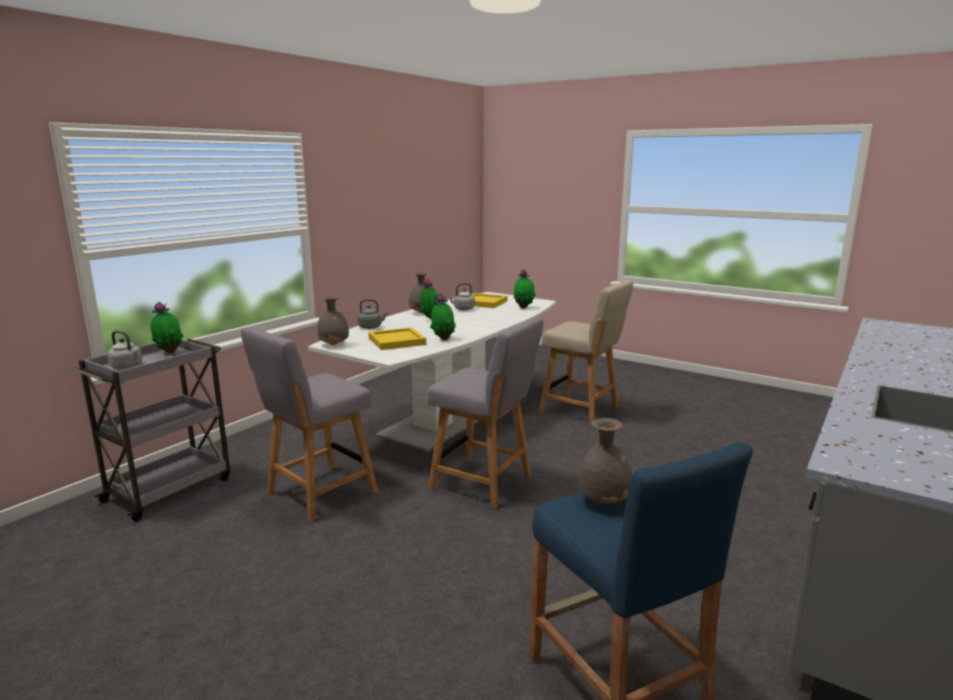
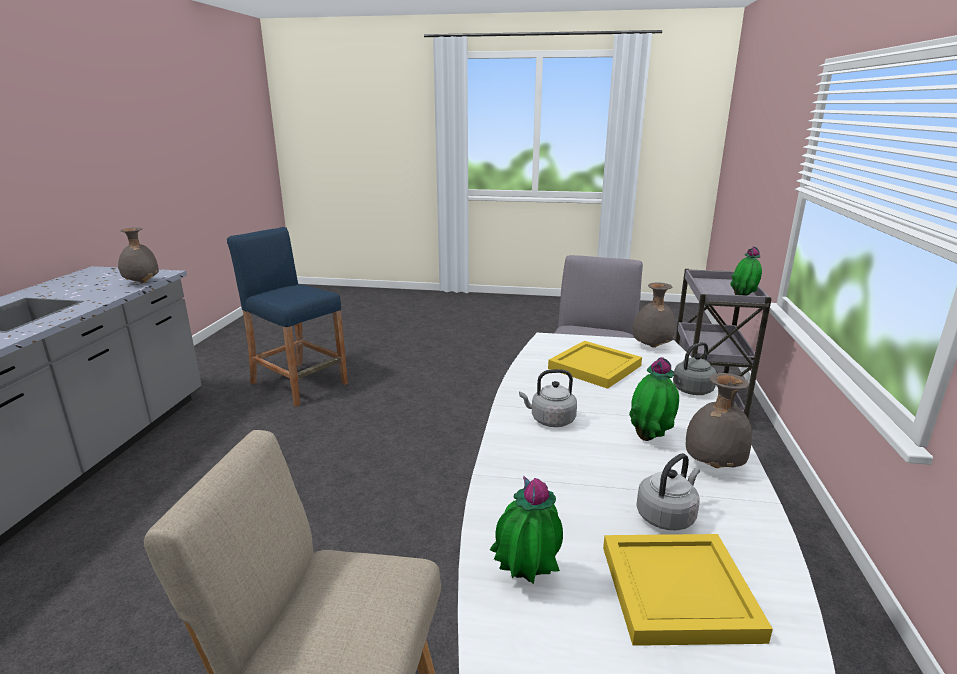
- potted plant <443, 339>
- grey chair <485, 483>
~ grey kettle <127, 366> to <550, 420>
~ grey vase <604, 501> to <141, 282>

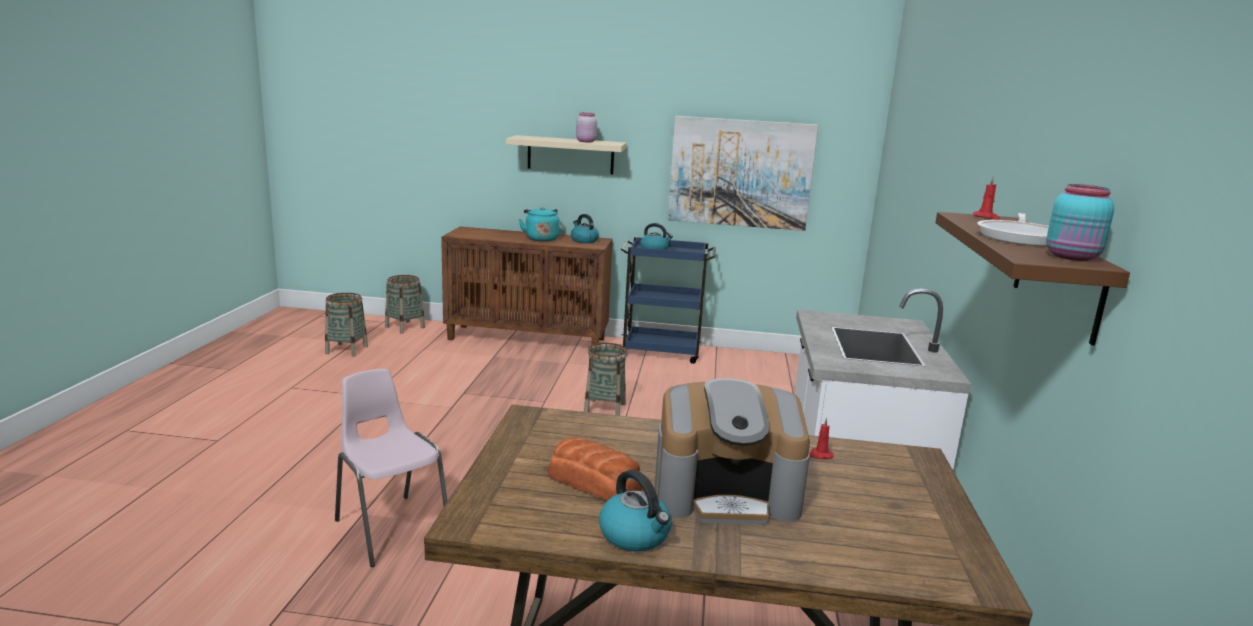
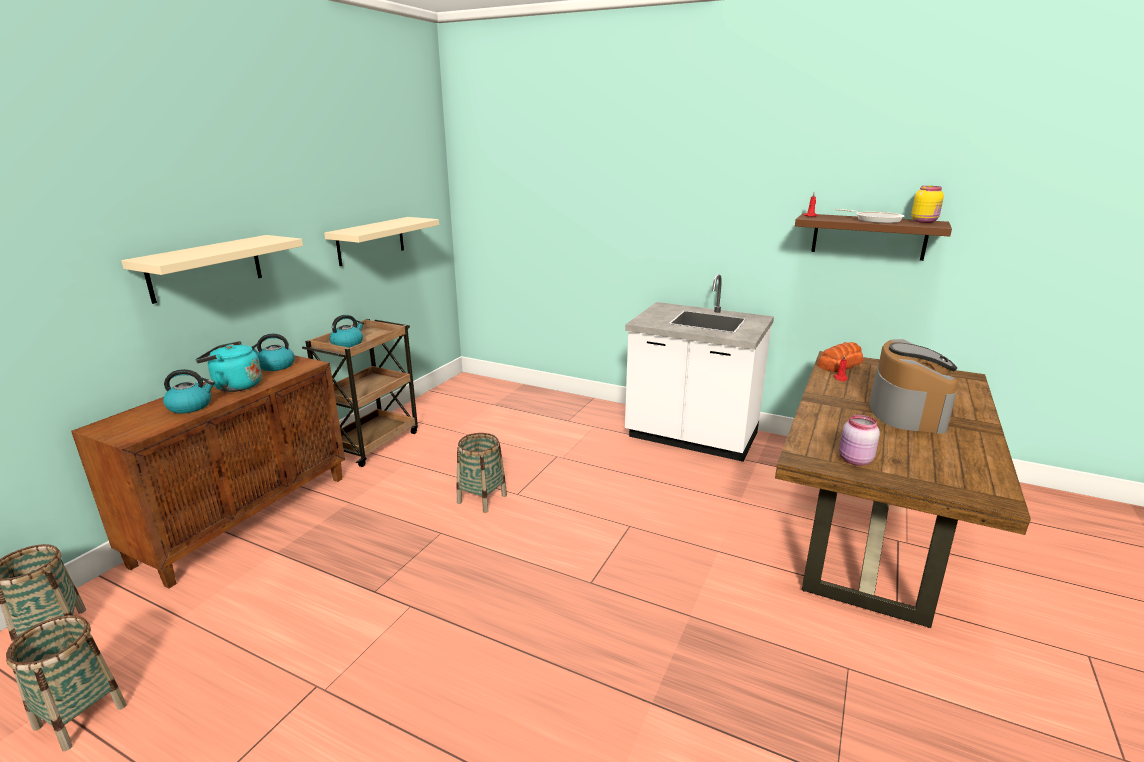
~ pink jar <585, 141> to <854, 460>
~ picture <740, 173> to beige shelf <371, 240>
~ turquoise jar <1073, 257> to yellow jar <924, 221>
~ blue cart <661, 352> to brown cart <373, 442>
- pink chair <391, 528>
~ bread <594, 482> to <839, 364>
~ kettle <635, 535> to <191, 406>

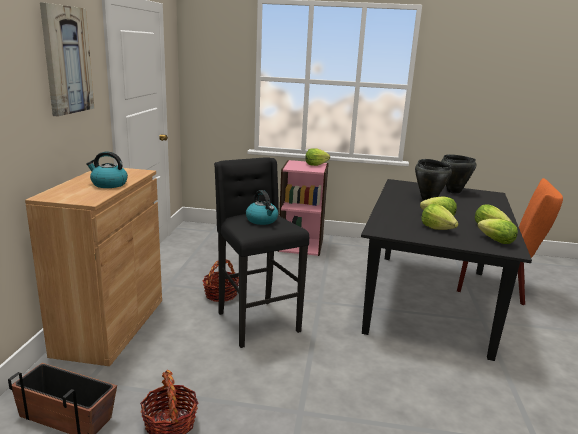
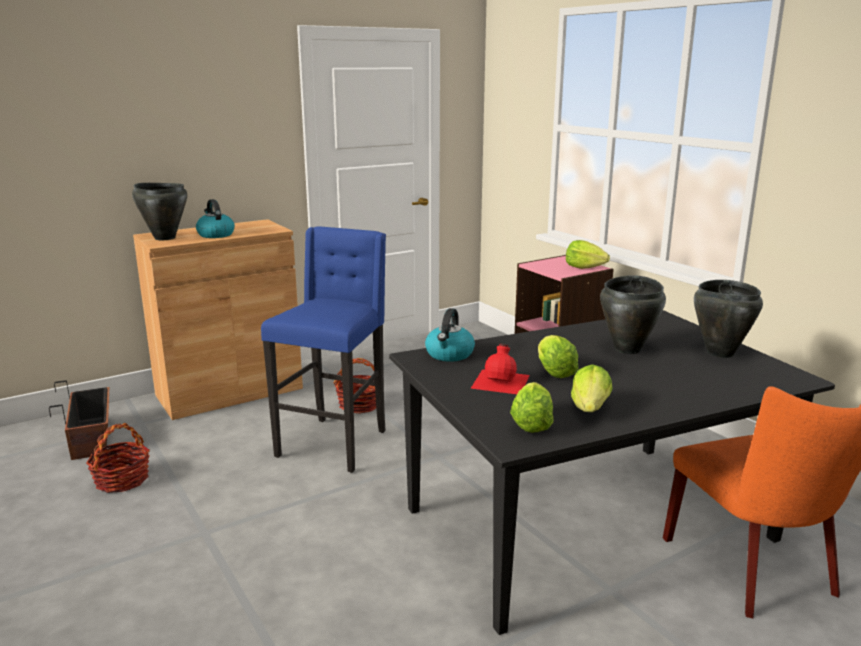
- picture <66, 60>
~ black stool <256, 322> to blue stool <334, 443>
~ kettle <262, 220> to <449, 354>
~ lettuce <437, 228> to red bottle <501, 381>
+ black cooking pot <164, 238>

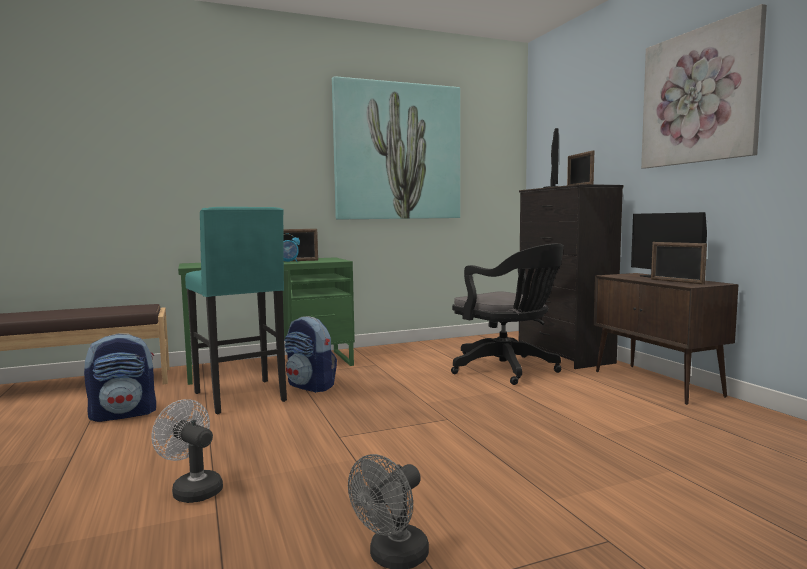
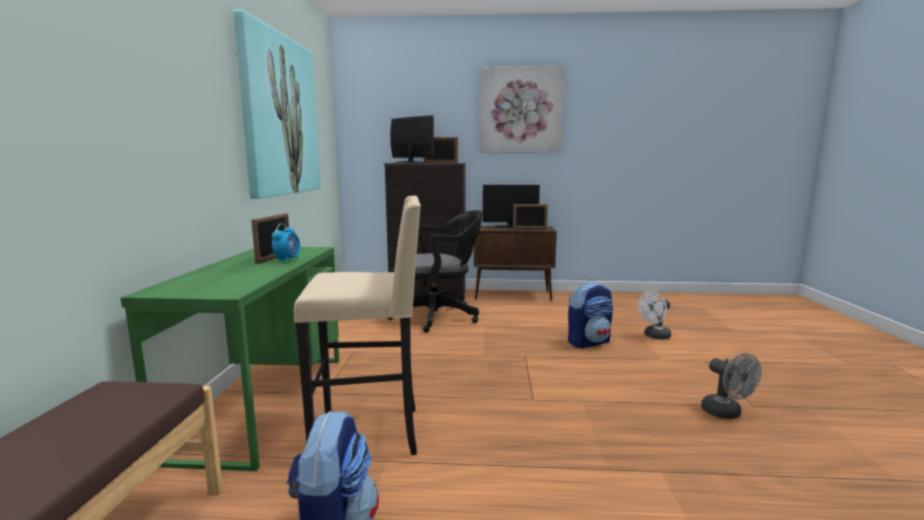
~ turquoise stool <242, 397> to beige stool <370, 433>
~ backpack <311, 386> to <589, 342>
~ white fan <192, 489> to <654, 336>

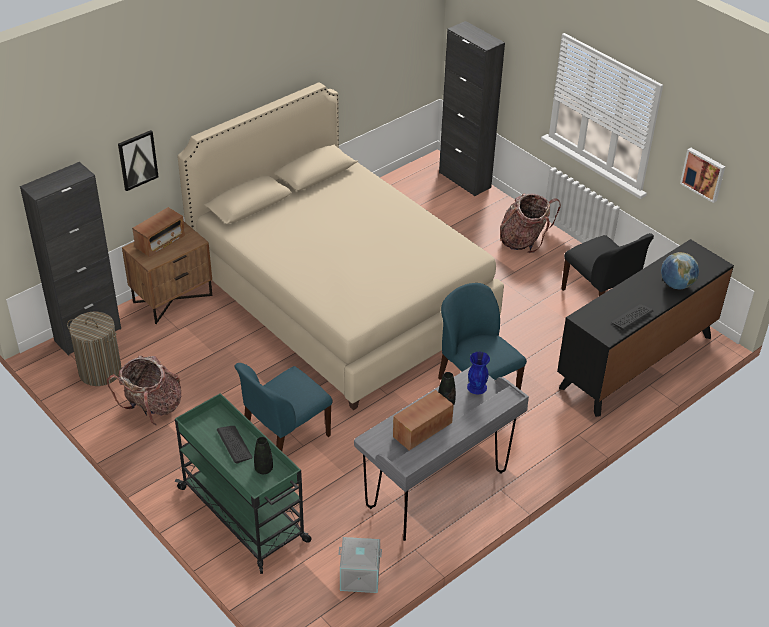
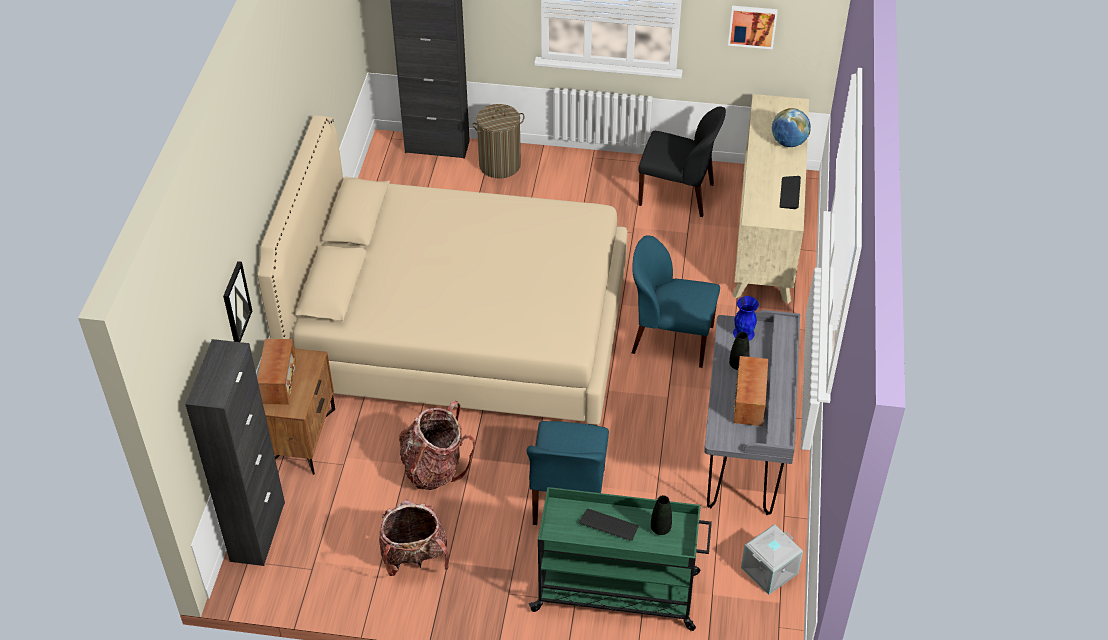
~ backpack <524, 241> to <434, 468>
~ black dresser <636, 362> to beige dresser <766, 235>
~ laundry basket <100, 371> to <499, 165>

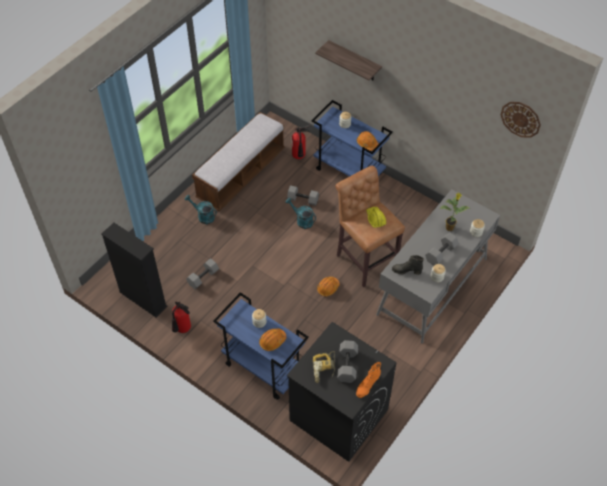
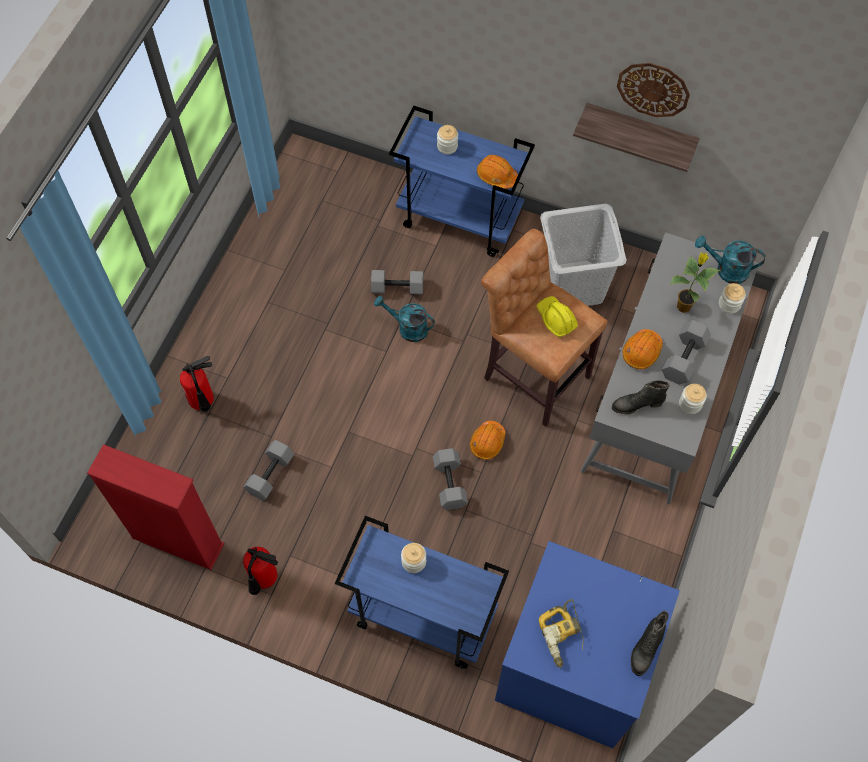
~ shelf <354, 61> to <639, 133>
~ wall clock <520, 119> to <653, 89>
- bench <241, 174>
~ fire extinguisher <299, 157> to <204, 403>
~ turquoise watering can <203, 216> to <726, 269>
~ black bookcase <143, 299> to red bookcase <177, 541>
~ black washing machine <338, 415> to blue washing machine <571, 669>
~ orange hard hat <272, 341> to <641, 352>
~ grey dumbbell <348, 366> to <450, 484>
~ orange boot <367, 386> to black boot <645, 648>
+ grey laundry basket <574, 285>

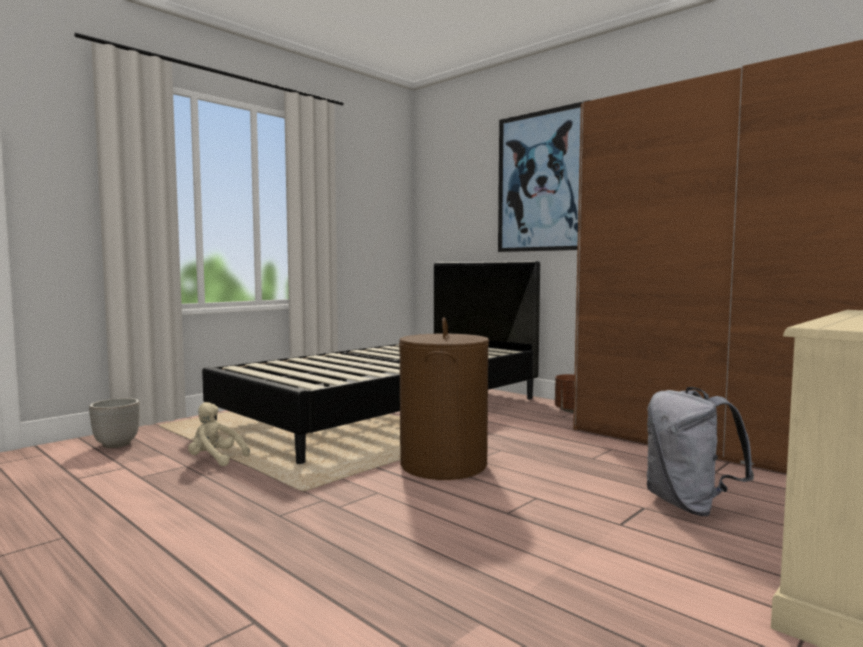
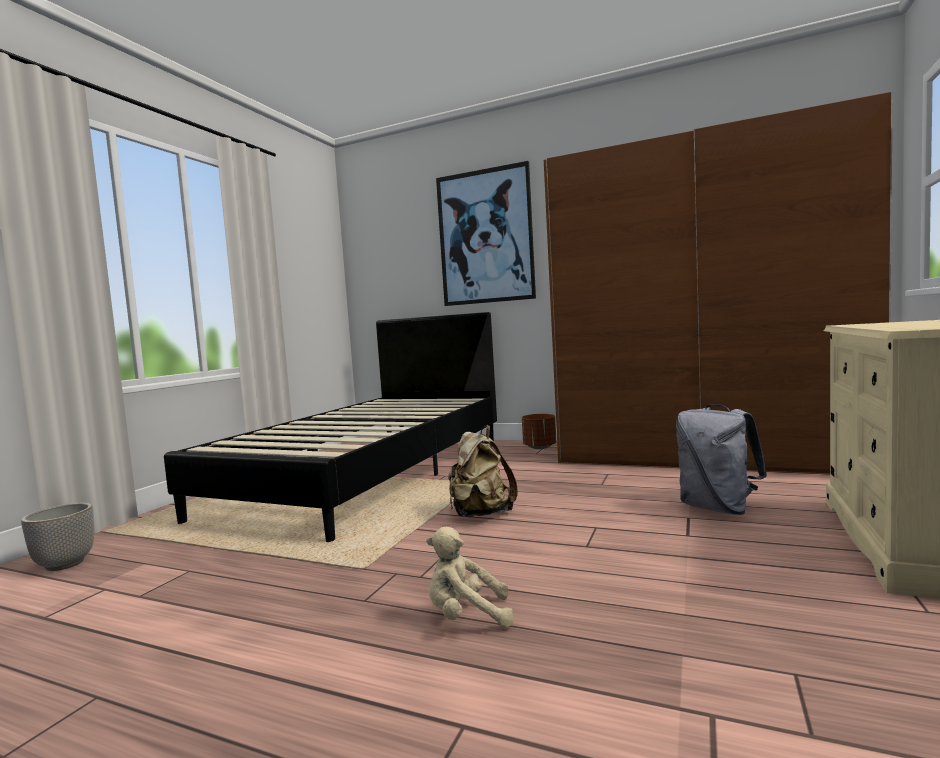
~ brown laundry basket <444, 465> to beige backpack <480, 514>
~ beige plush toy <215, 460> to <466, 616>

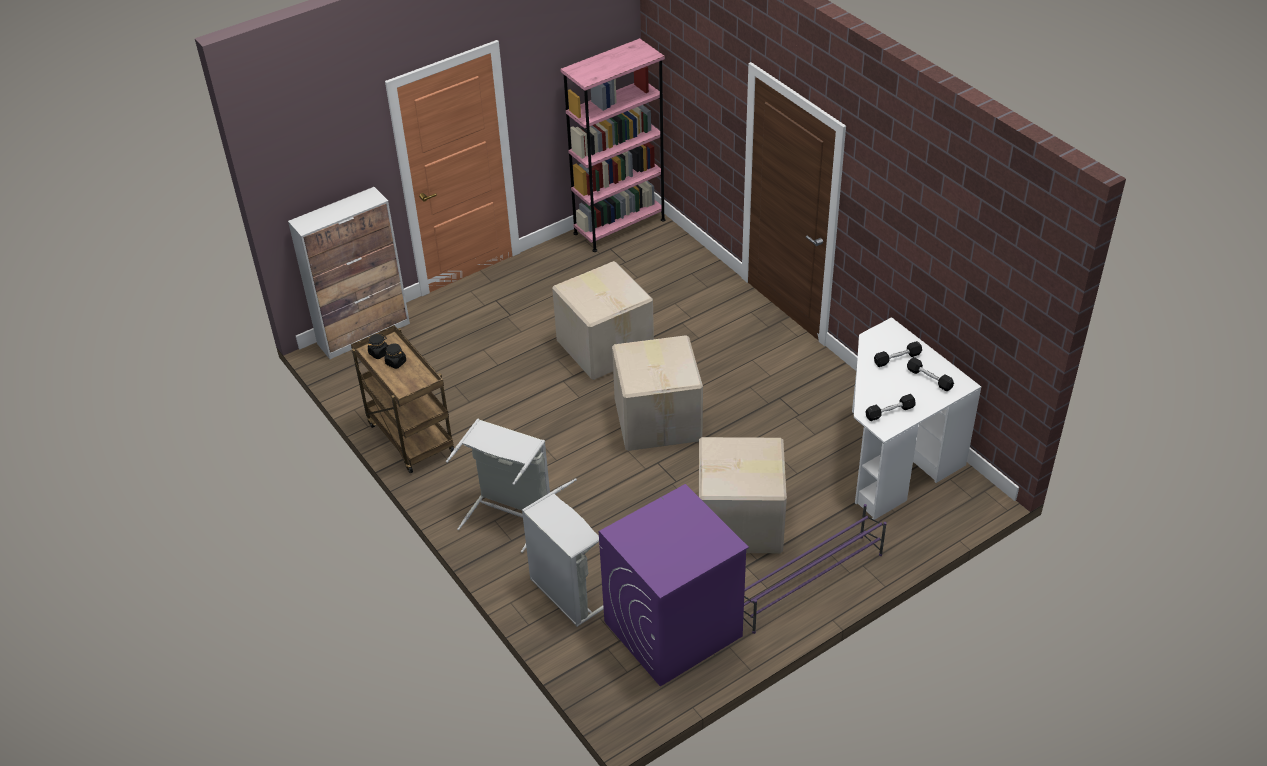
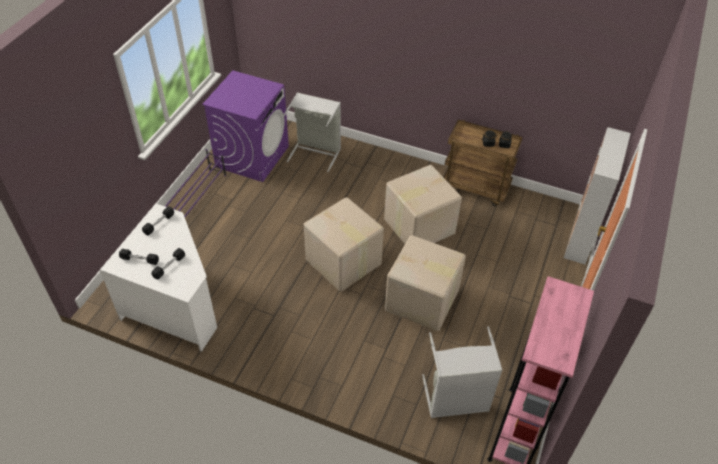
~ grey laundry basket <509, 513> to <456, 400>
~ cardboard box <741, 523> to <418, 226>

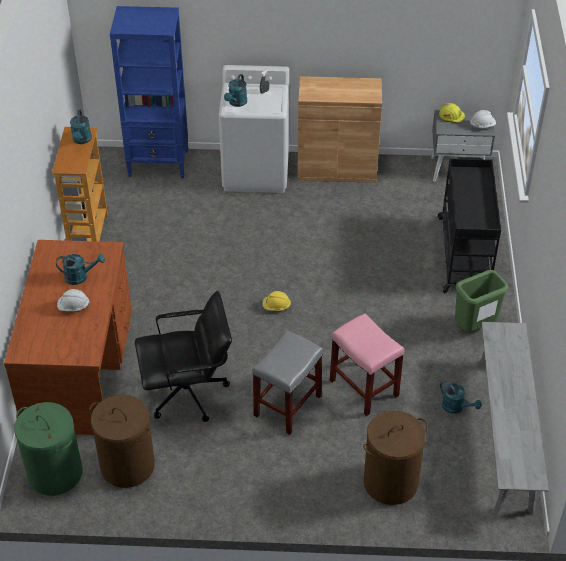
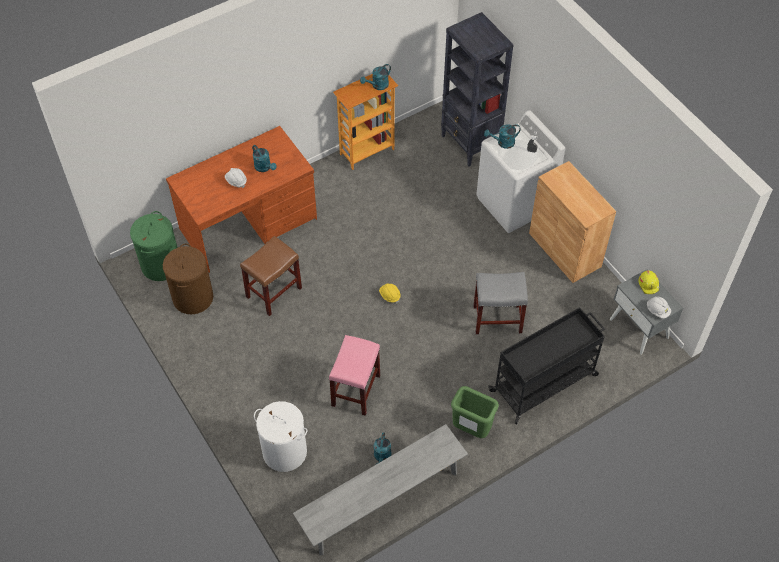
~ blue bookcase <159, 163> to black bookcase <470, 144>
~ black office chair <188, 393> to brown stool <273, 293>
~ grey stool <287, 405> to <498, 319>
~ brown laundry basket <390, 482> to white laundry basket <285, 451>

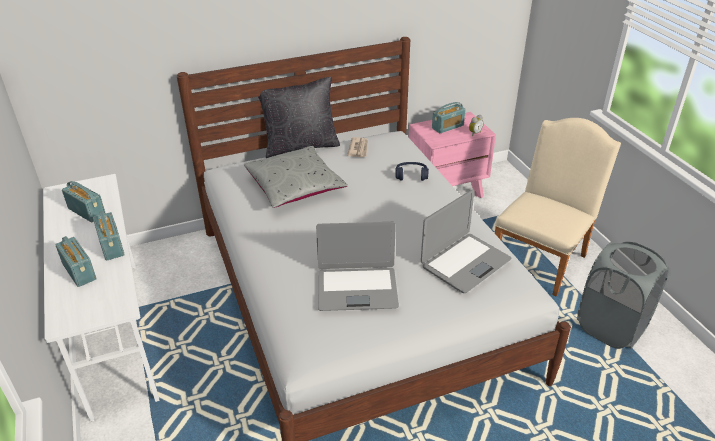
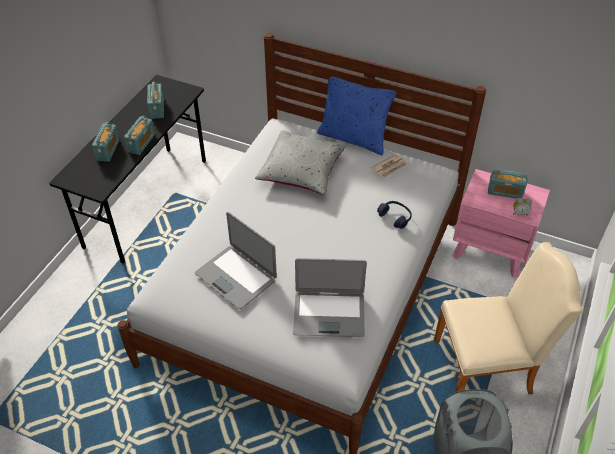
~ black pillow <300, 146> to blue pillow <354, 138>
~ white desk <114, 334> to black desk <147, 202>

